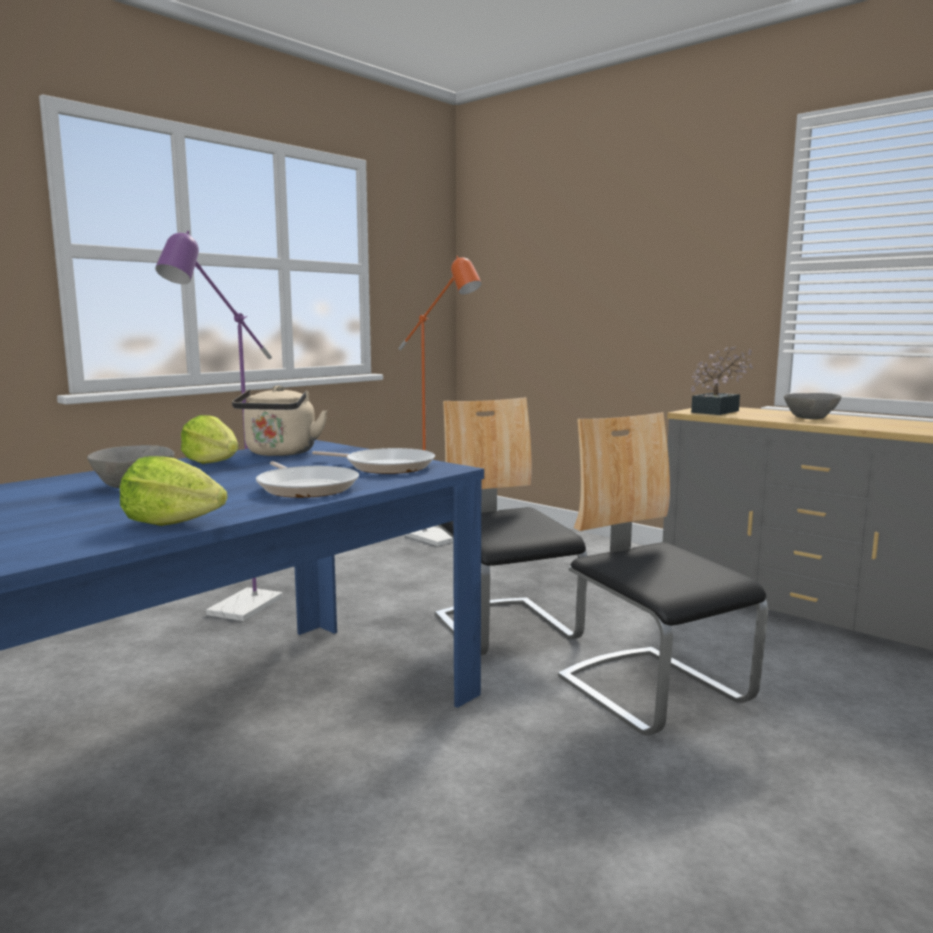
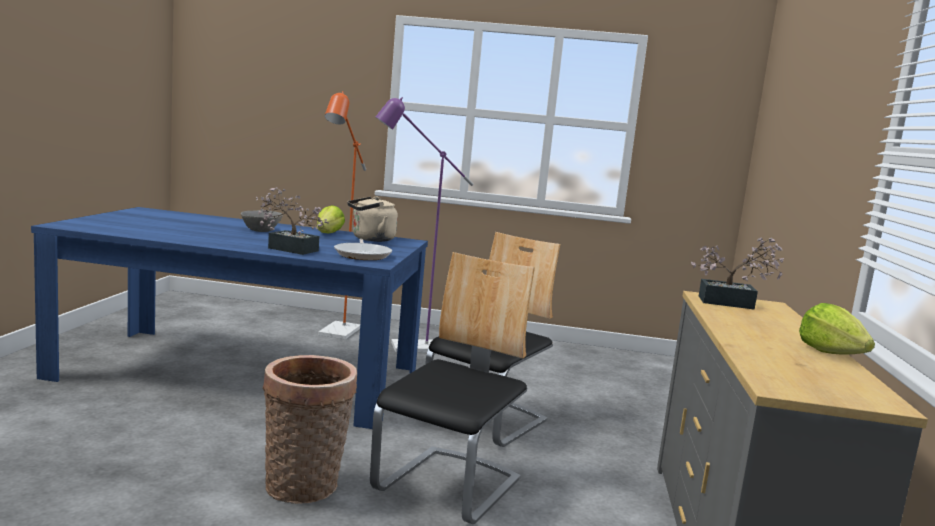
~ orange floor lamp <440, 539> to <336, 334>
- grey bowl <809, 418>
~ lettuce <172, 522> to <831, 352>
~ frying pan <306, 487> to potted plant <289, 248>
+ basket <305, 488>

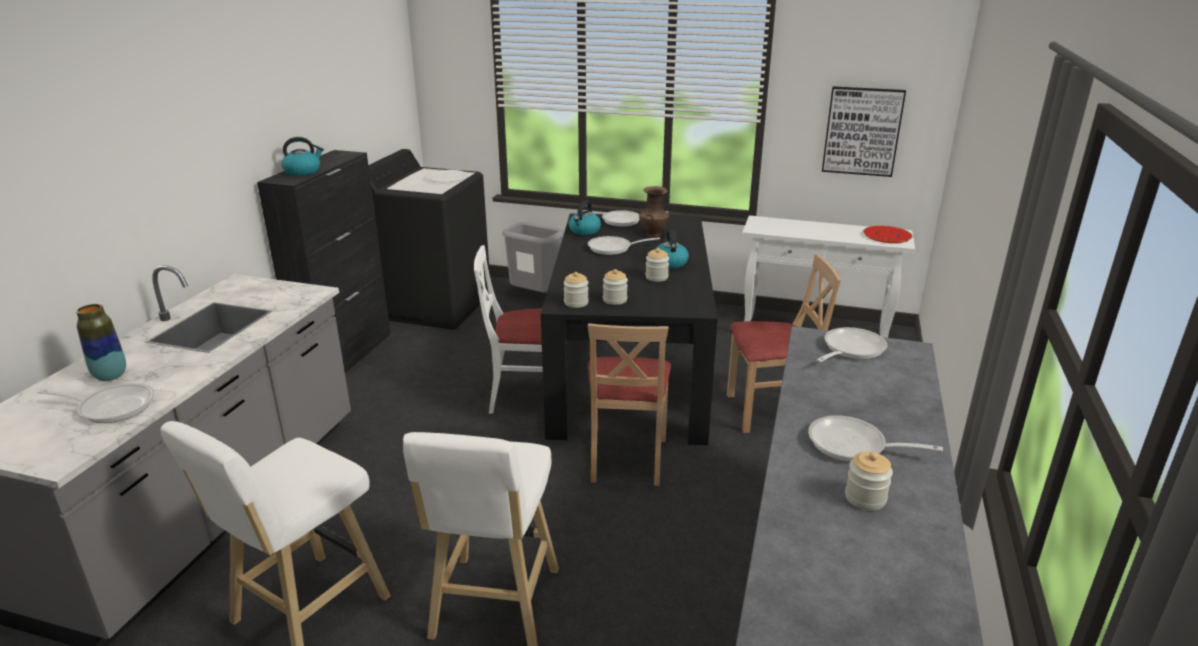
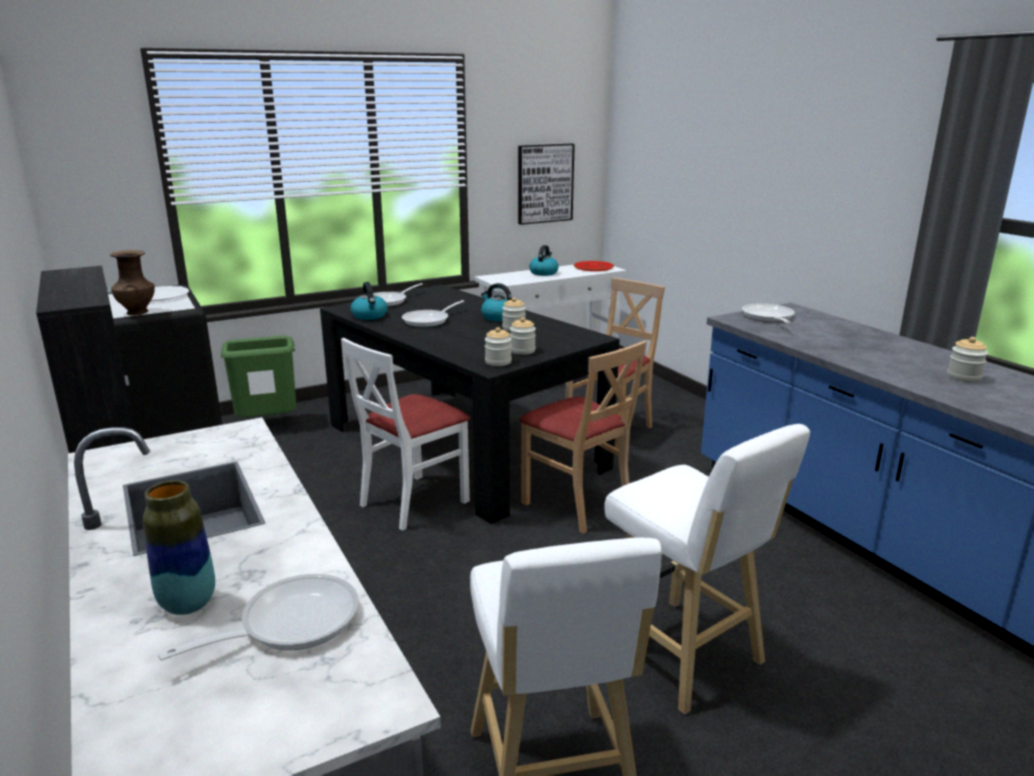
~ kettle <303, 171> to <543, 273>
~ brown vase <653, 234> to <137, 312>
~ grey trash can <536, 297> to green trash can <268, 424>
- frying pan <853, 446>

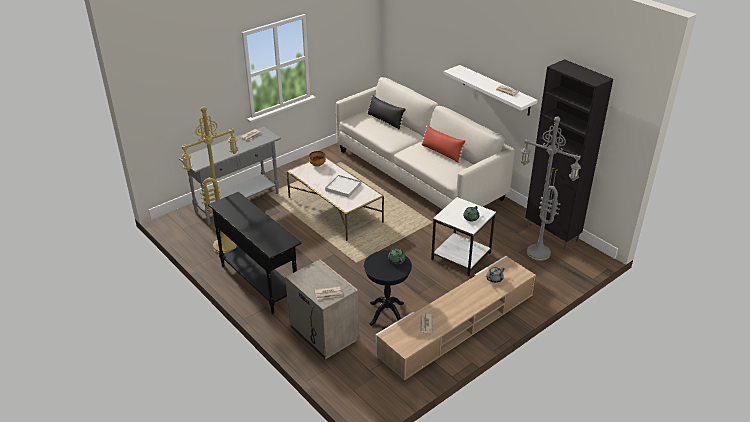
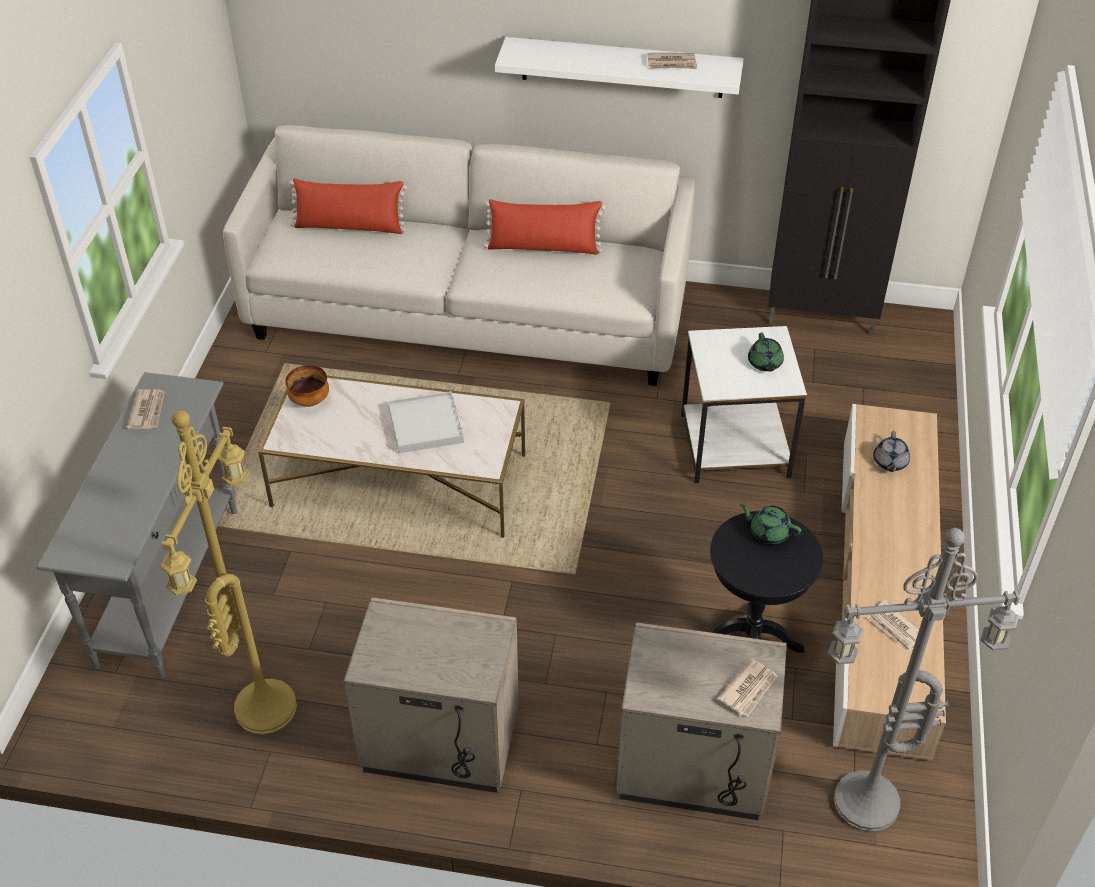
~ black pillow <385, 121> to red pillow <350, 227>
~ grey floor lamp <536, 253> to <864, 807>
~ black console table <259, 282> to beige nightstand <440, 743>

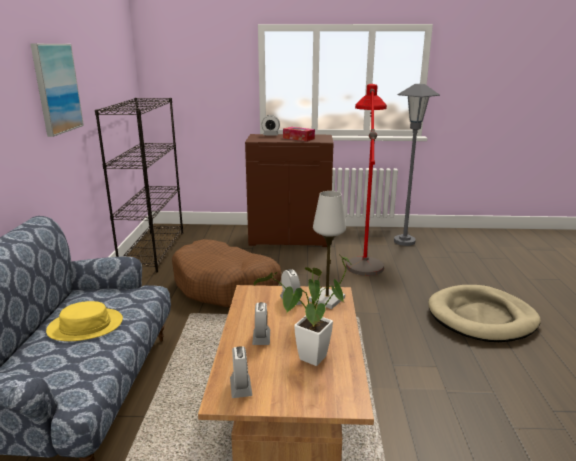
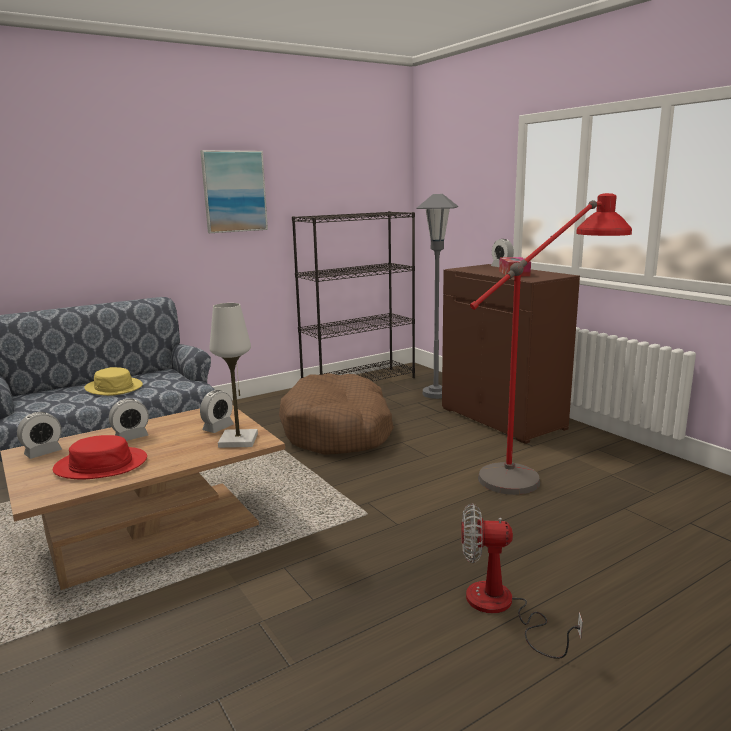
~ grey floor lamp <404, 241> to <436, 394>
~ potted plant <309, 361> to red hat <101, 464>
~ beige dog bed <481, 317> to fan <501, 608>

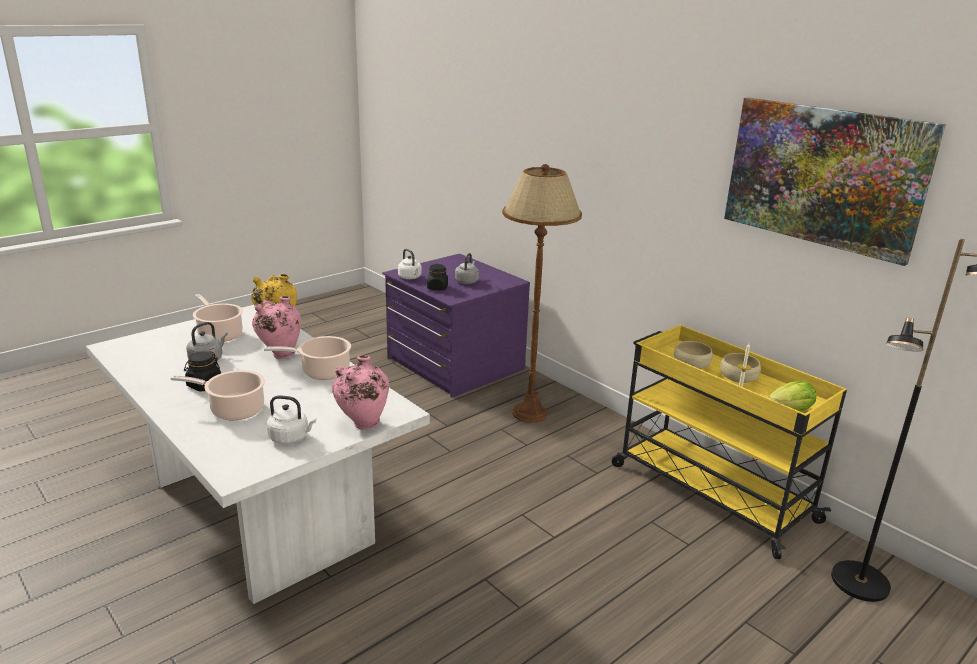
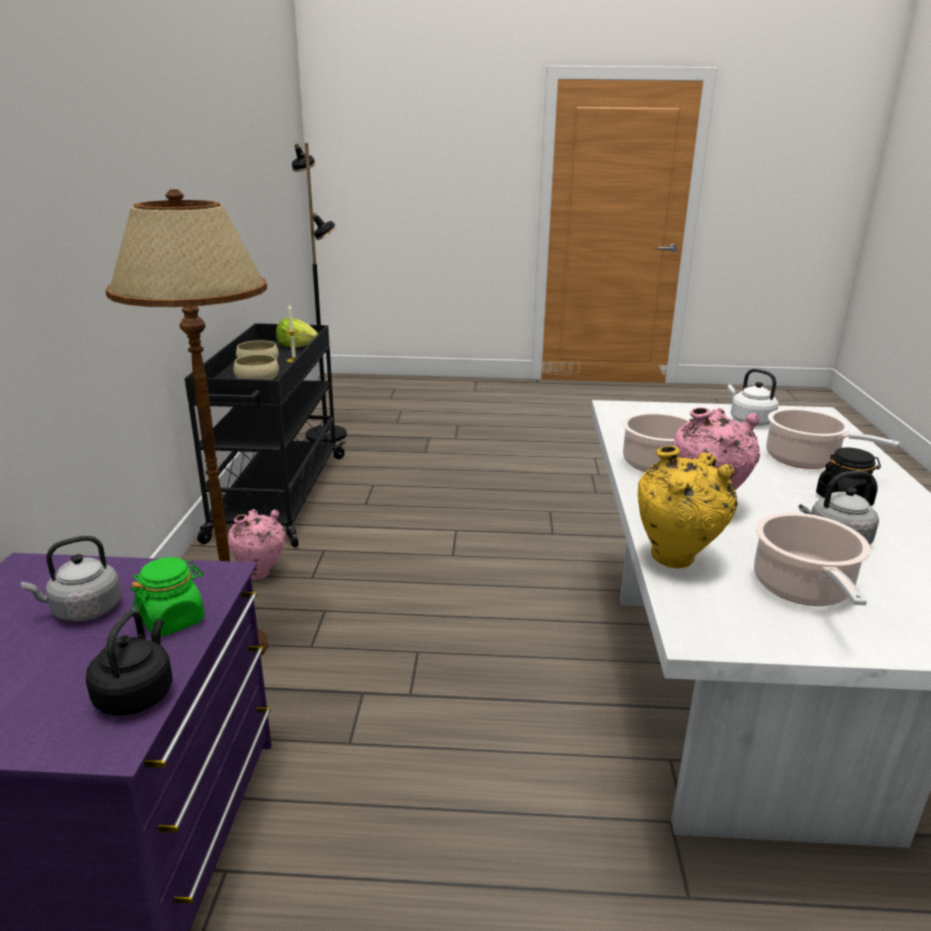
- picture <823, 176>
~ white kettle <410, 277> to black kettle <137, 694>
~ black jar <437, 288> to green jar <173, 620>
~ yellow cart <709, 491> to black cart <278, 497>
~ pink vase <362, 425> to <260, 574>

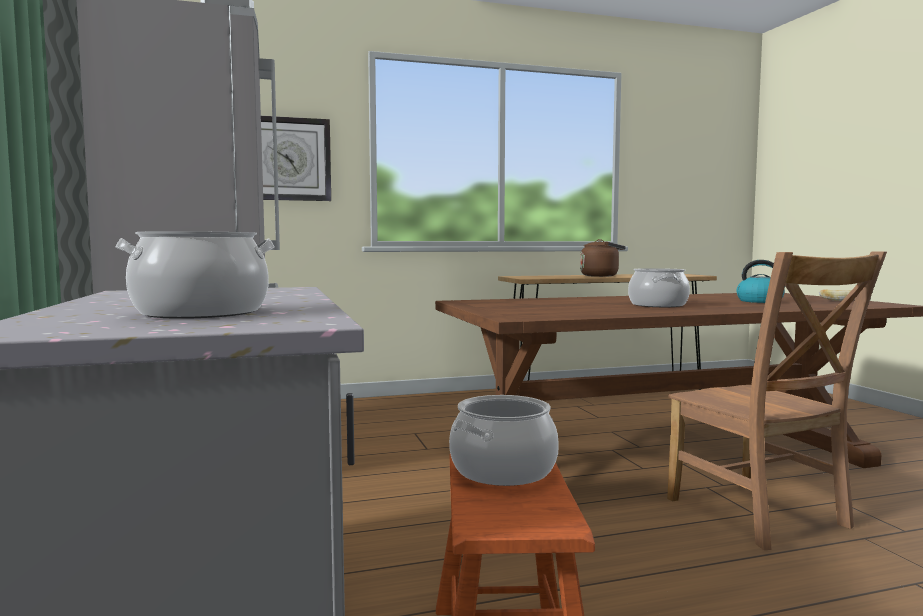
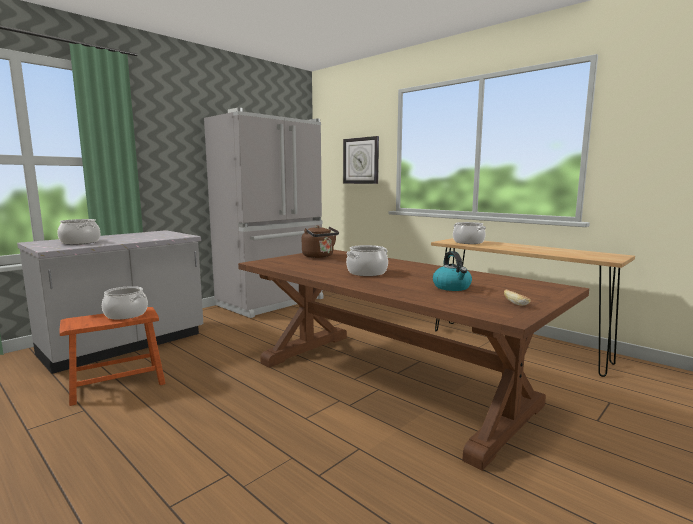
~ brown kettle <601, 276> to <319, 256>
- brown chair <760, 515>
+ cooking pot <468, 242>

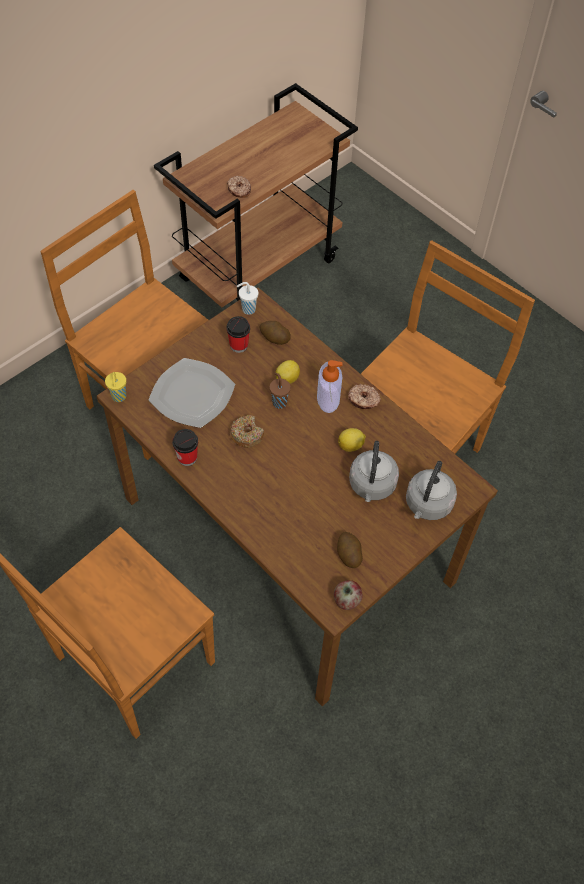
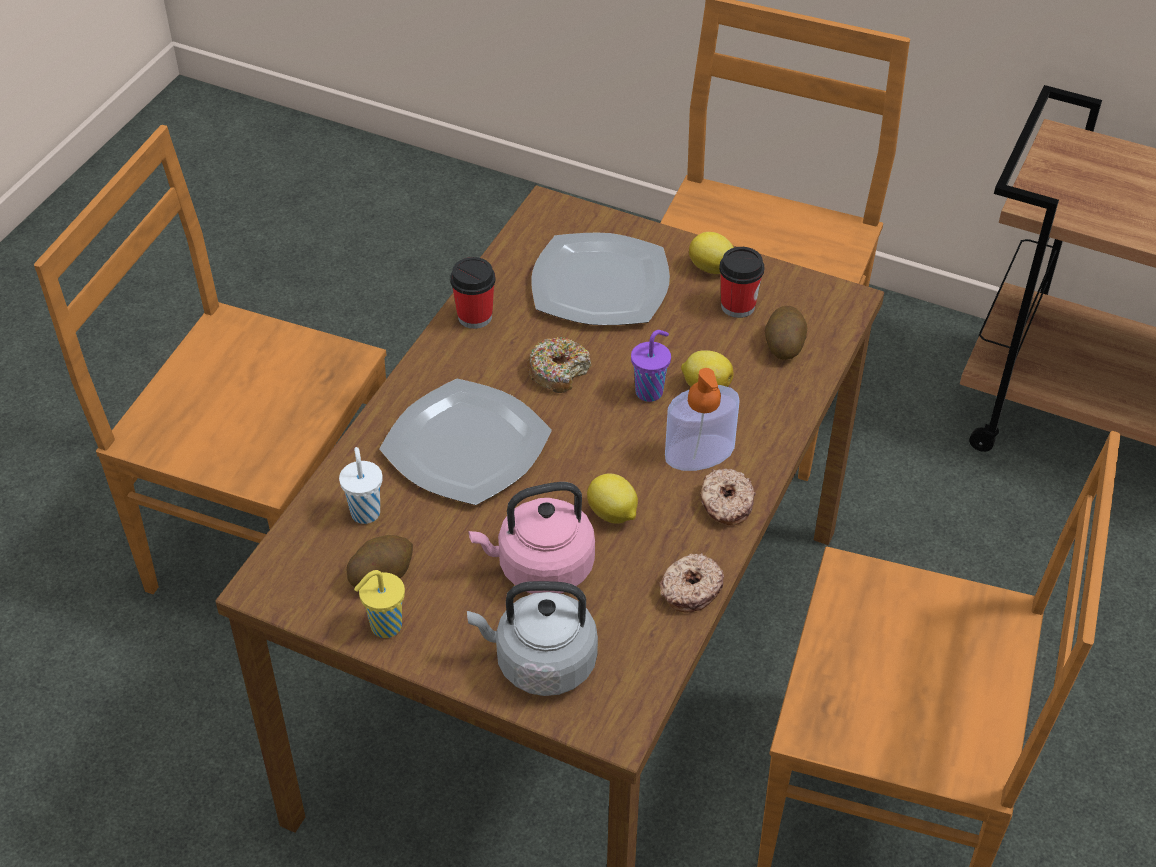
~ donut <239, 190> to <690, 589>
~ white cup <247, 309> to <365, 511>
~ yellow cup <119, 397> to <384, 627>
~ brown cup <279, 402> to purple cup <650, 391>
~ grey kettle <372, 486> to pink kettle <540, 568>
- apple <346, 600>
+ lemon <712, 268>
+ plate <464, 446>

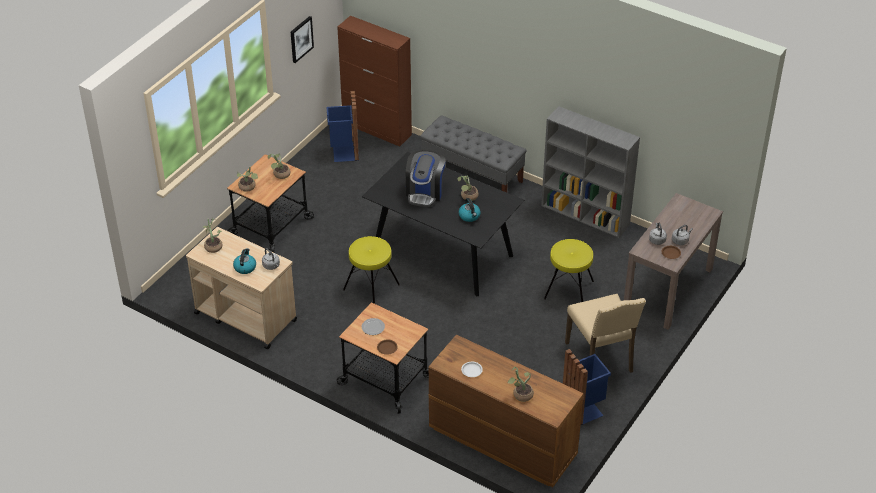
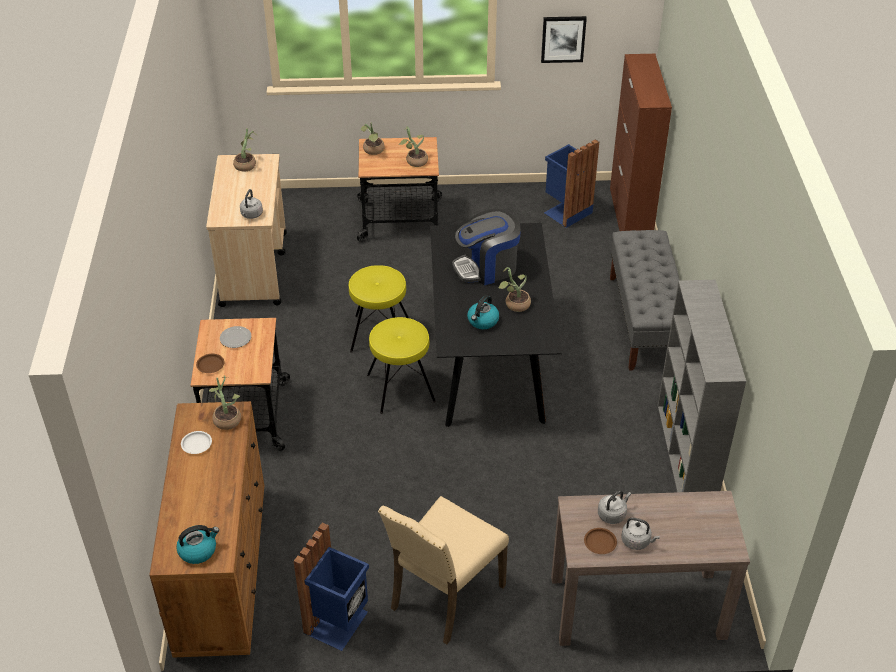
~ yellow stool <568, 290> to <400, 388>
~ kettle <245, 267> to <198, 550>
~ potted plant <520, 394> to <226, 418>

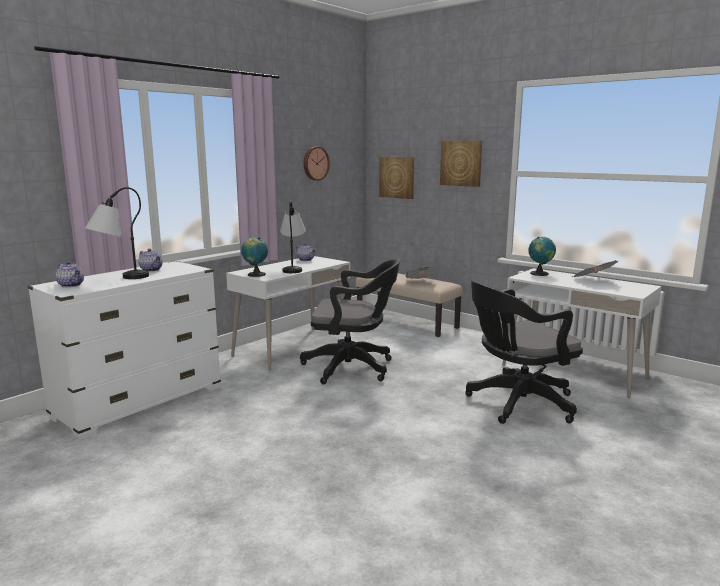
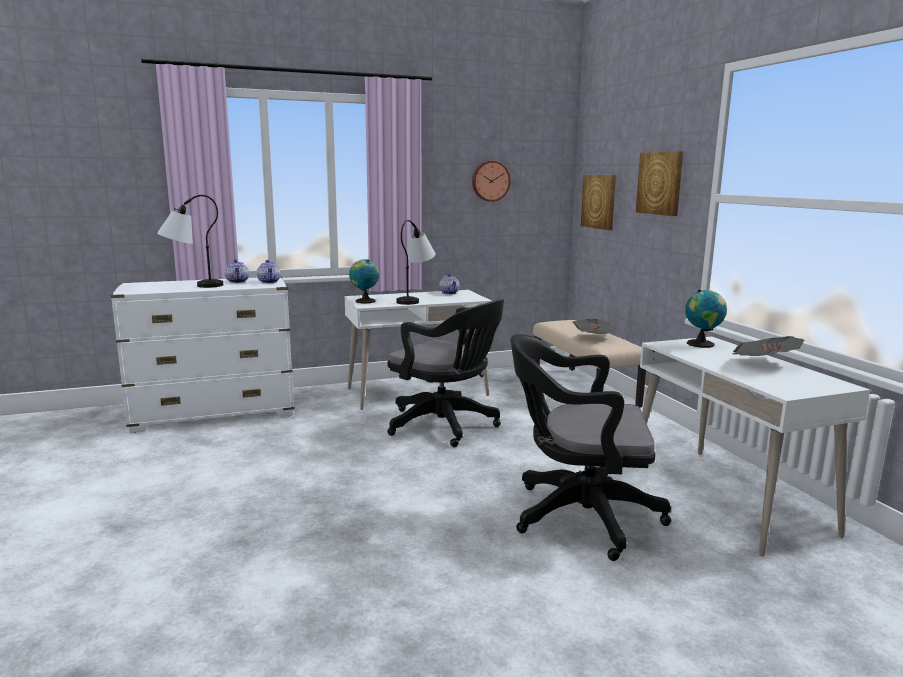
~ teapot <71, 285> to <269, 282>

